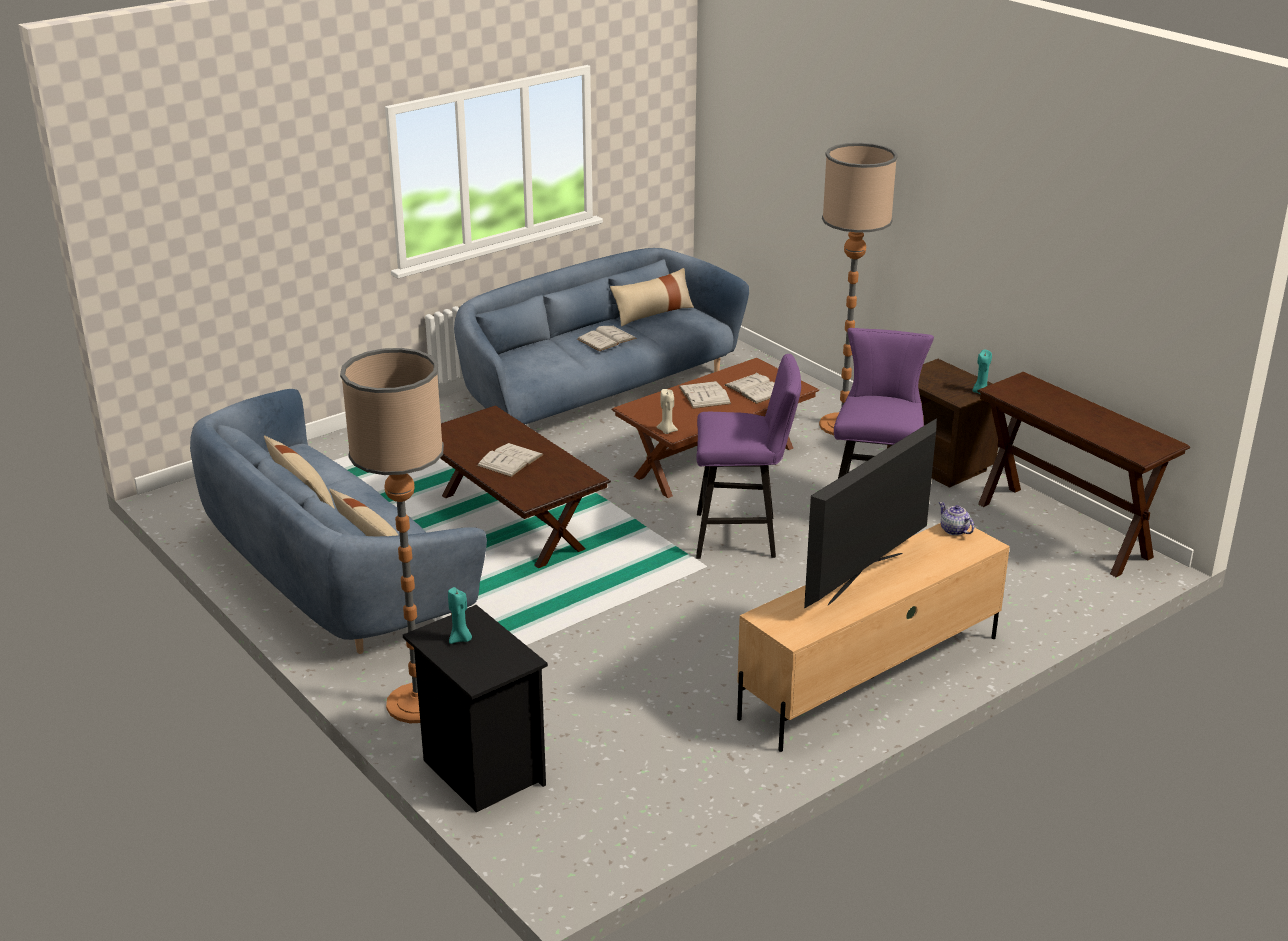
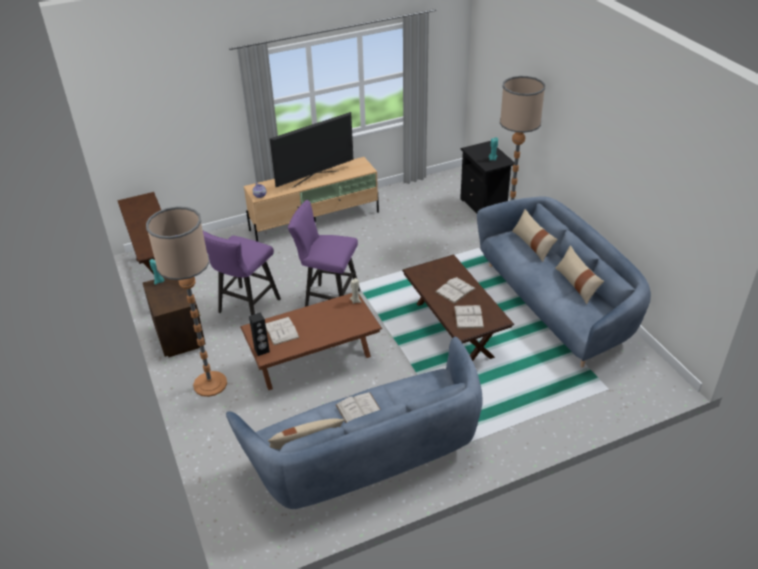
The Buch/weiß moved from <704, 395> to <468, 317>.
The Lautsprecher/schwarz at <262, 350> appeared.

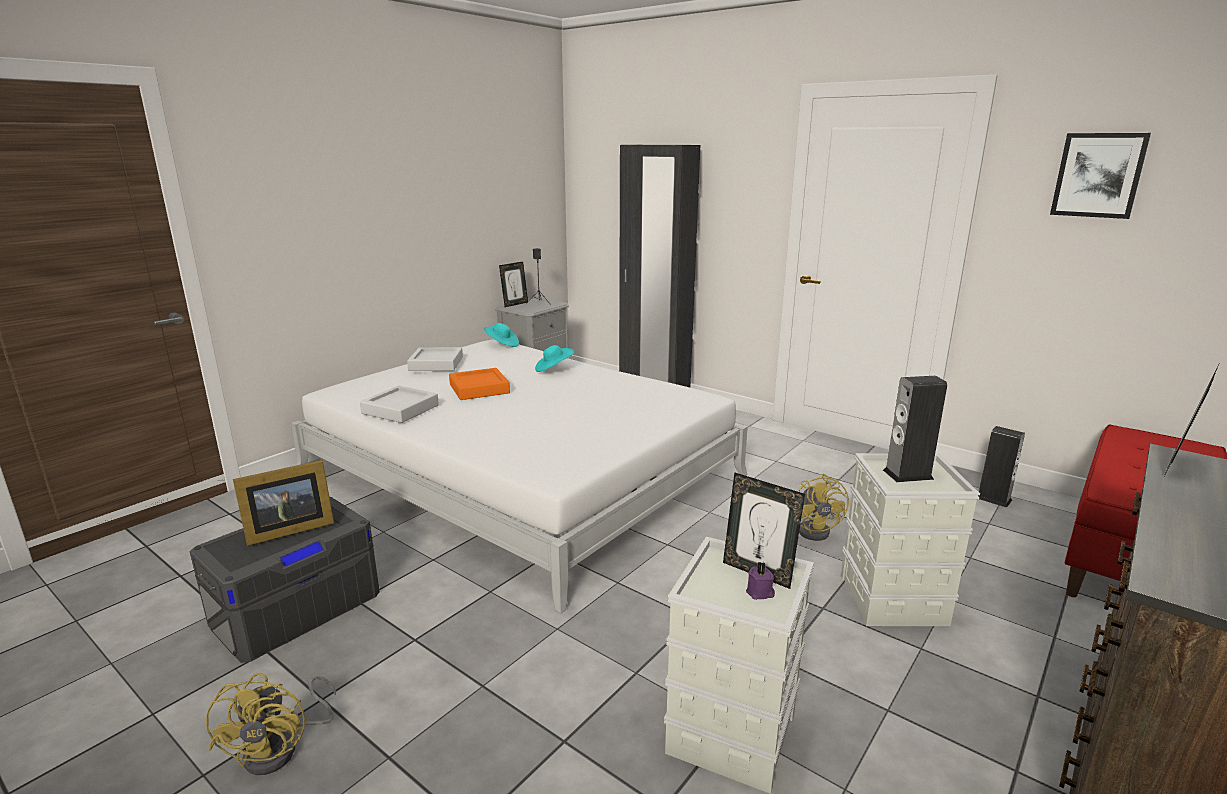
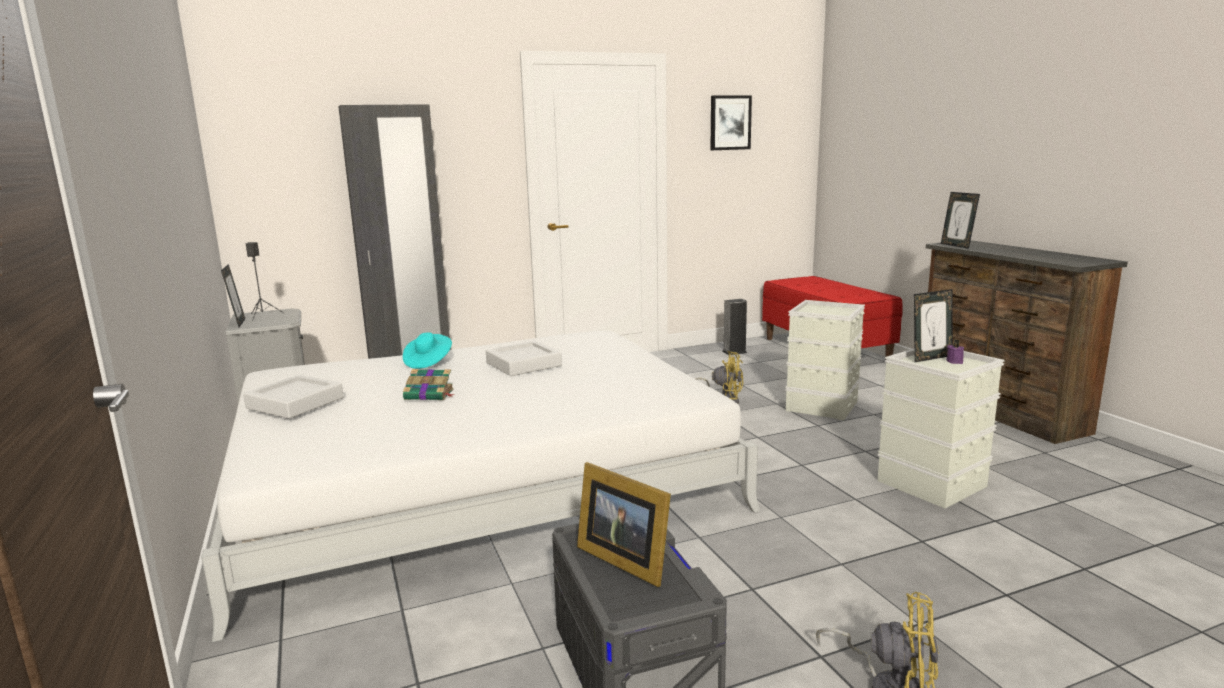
The Bilderrahmen at <287, 530> turned 135 degrees clockwise.
The Tablett/grau moved from <400, 409> to <523, 364>.
The Tablett/orange at <479, 389> was replaced by the Buch at <430, 395>.
The Hut/türkis at <502, 345> disappeared.
The Lautsprecher at <908, 474> disappeared.

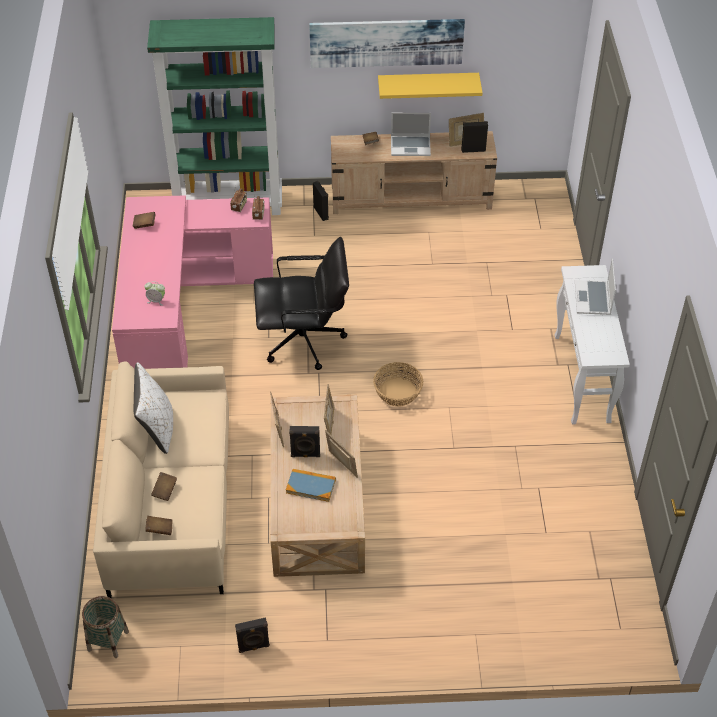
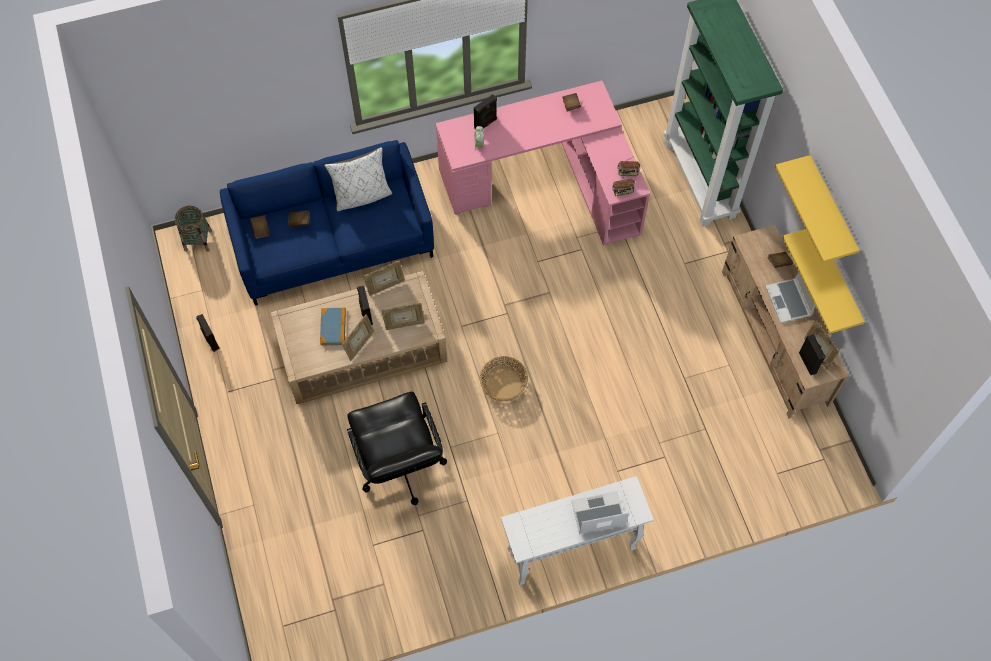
The Sofa/beige at <172, 503> became the Sofa/blau at <333, 243>.
The Bürostuhl/schwarz moved from <304, 341> to <400, 466>.
The Bild at <386, 42> was replaced by the Wandregal/gelb at <830, 210>.
The Lautsprecher/schwarz moved from <321, 213> to <486, 124>.

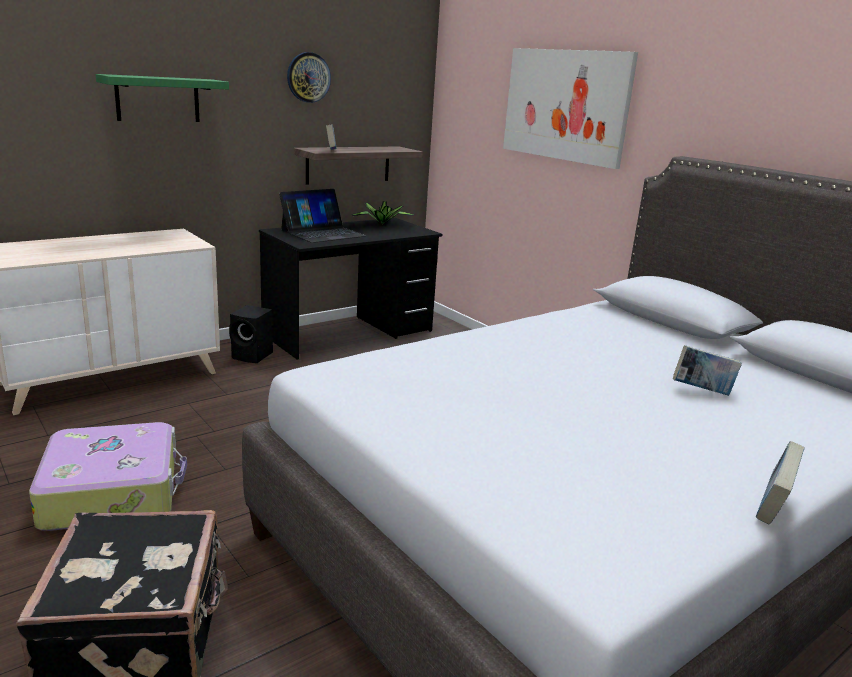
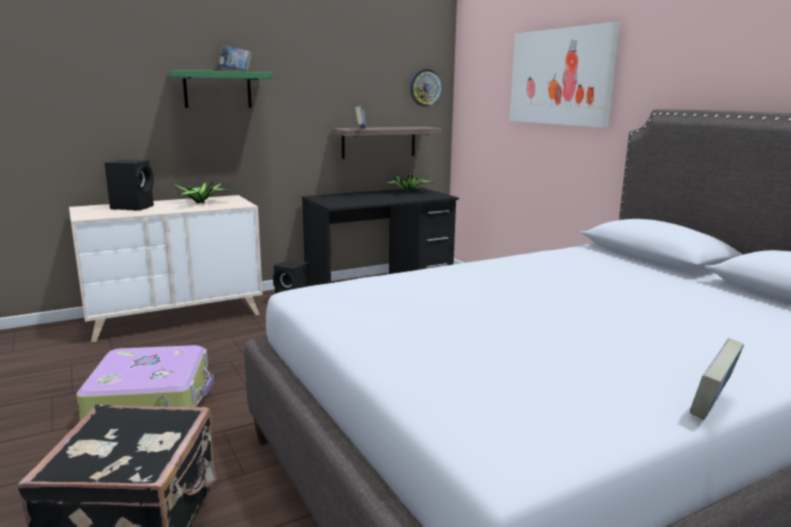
The Laptop at <322, 233> disappeared.
The Wanduhr moved from <308, 77> to <425, 88>.
The Buch moved from <702, 391> to <236, 71>.
The Lautsprecher/schwarz at <133, 207> appeared.
The Topfpflanze at <202, 203> appeared.

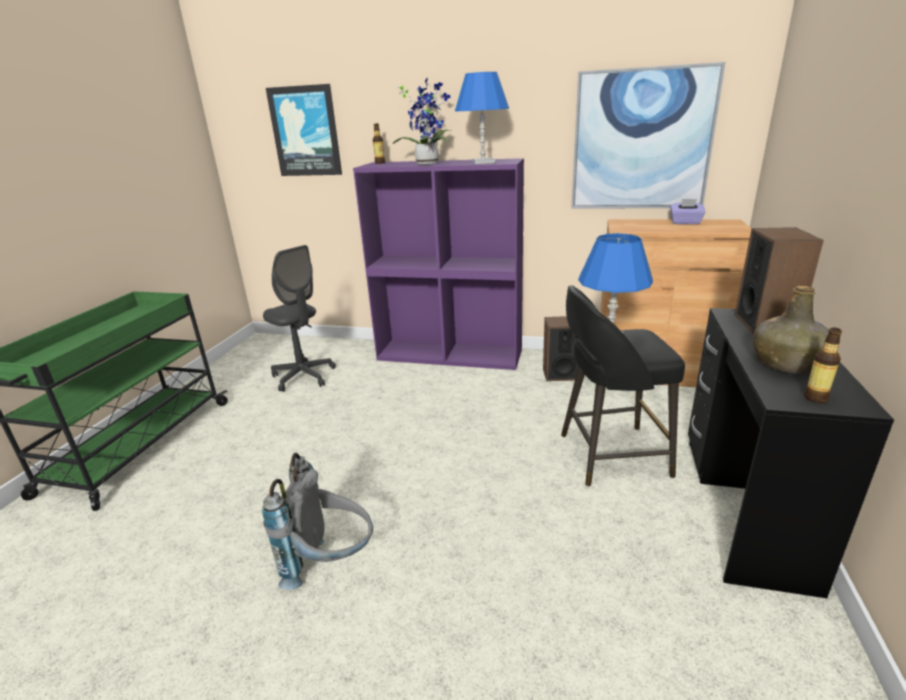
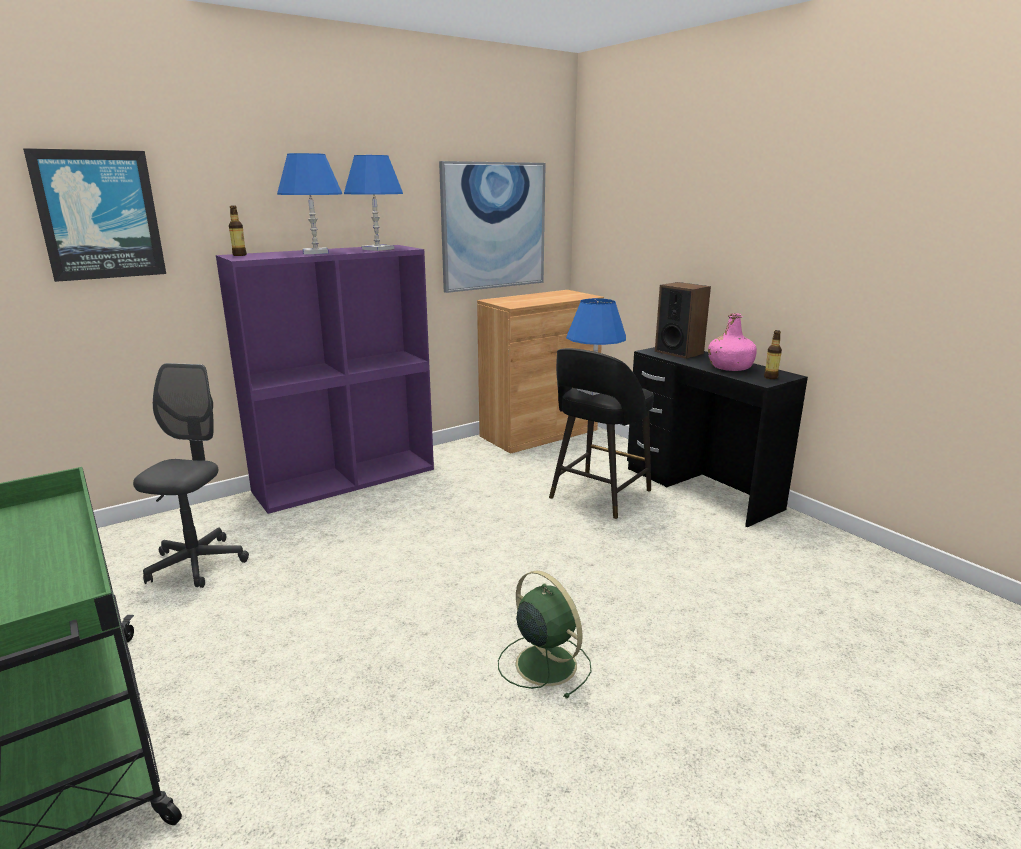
The Rucksack/grau at <331, 564> was replaced by the Ventilator/grün at <544, 663>.
The Bürostuhl/grau at <304, 376> turned 75 degrees counterclockwise.
The Topfpflanze at <428, 163> was replaced by the Tischlampe/blau at <315, 252>.
The Lautsprecher at <560, 374> disappeared.
The Taschentuchbox/lila at <685, 222> disappeared.
The Flasche/grün at <787, 364> became the Flasche/rosa at <730, 367>.

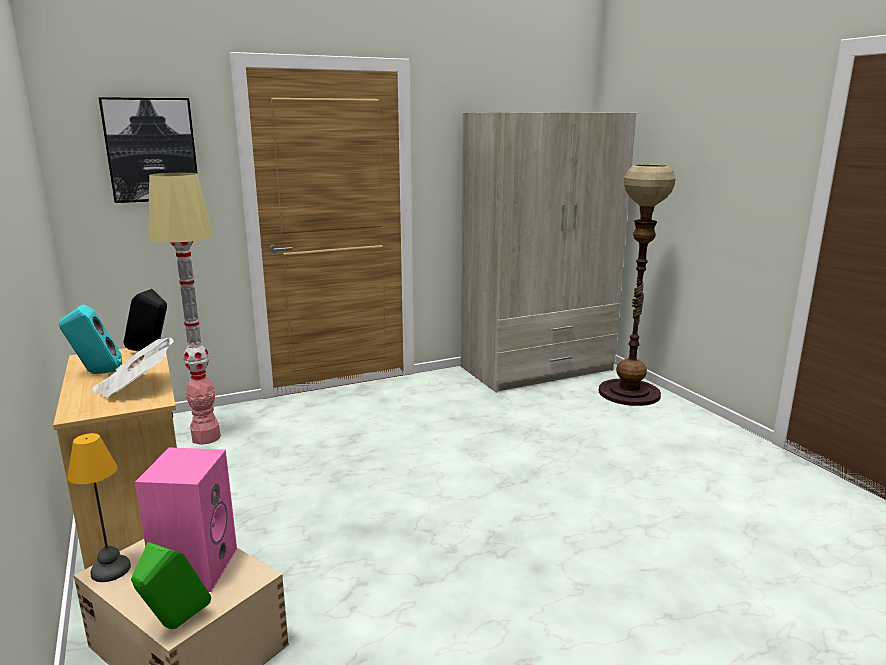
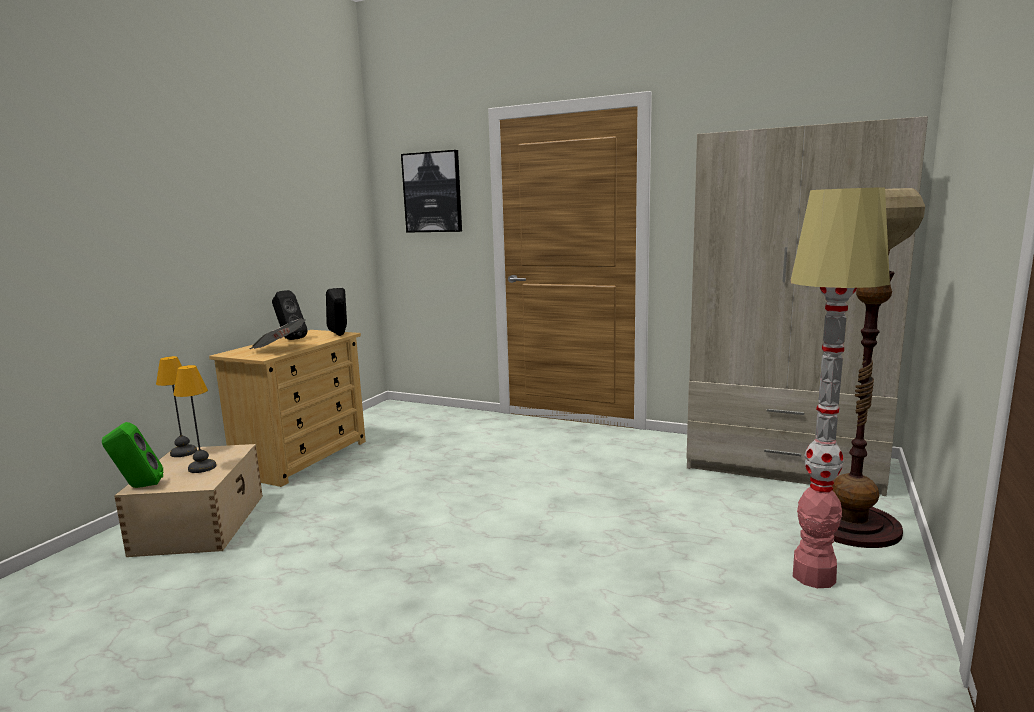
The Lautsprecher/türkis at <96, 373> became the Lautsprecher/schwarz at <290, 339>.
The Lautsprecher/rosa at <195, 566> was replaced by the Tischlampe at <202, 467>.
The Stehlampe moved from <206, 438> to <813, 576>.

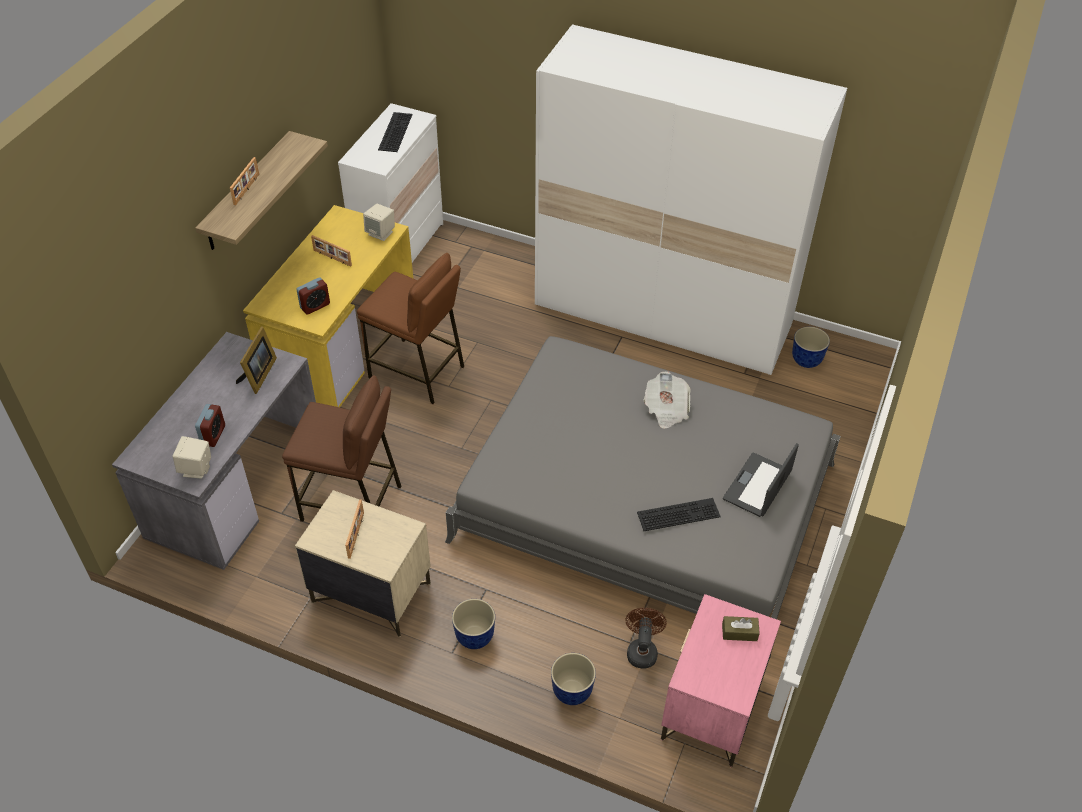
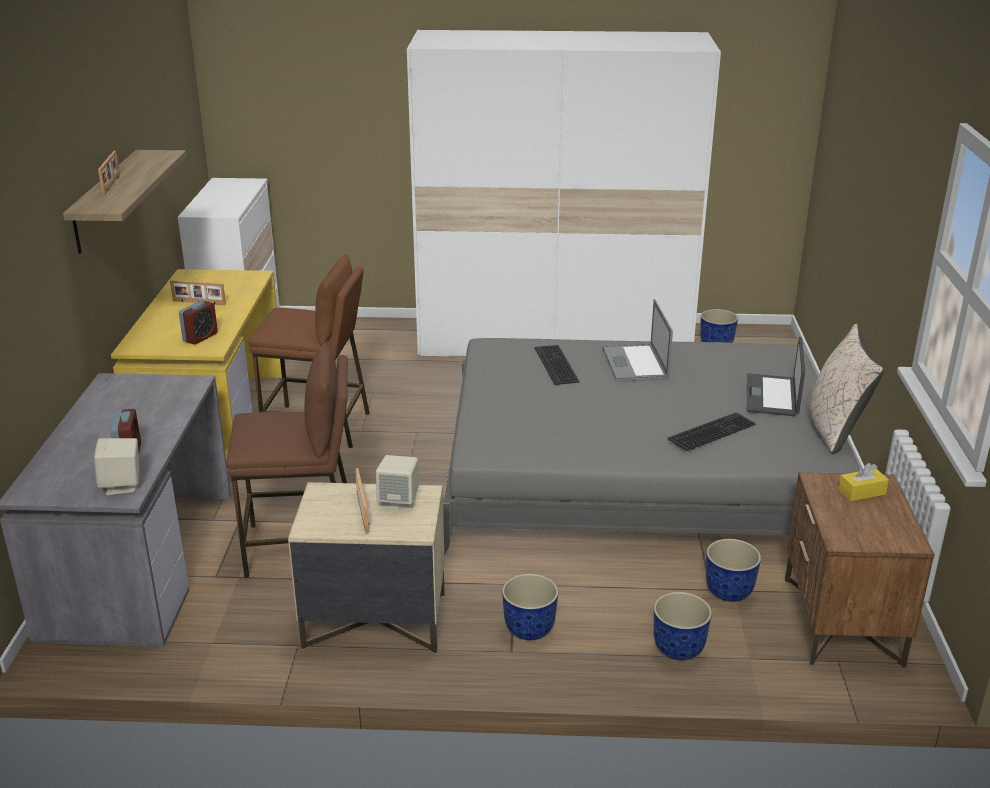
The Bilderrahmen at <259, 375> disappeared.
The Lautsprecher/beige moved from <381, 233> to <399, 501>.
The Tastatur moved from <394, 131> to <554, 364>.
The Ventilator/braun at <642, 650> was replaced by the Pflanzkübel at <728, 593>.
The Zeitung at <666, 409> was replaced by the Laptop at <634, 363>.
The Nachttisch/rosa at <712, 708> became the Nachttisch/braun at <842, 622>.
The Taschentuchbox/braun at <739, 632> became the Taschentuchbox/gelb at <861, 492>.
The Kissen/beige at <835, 429> appeared.

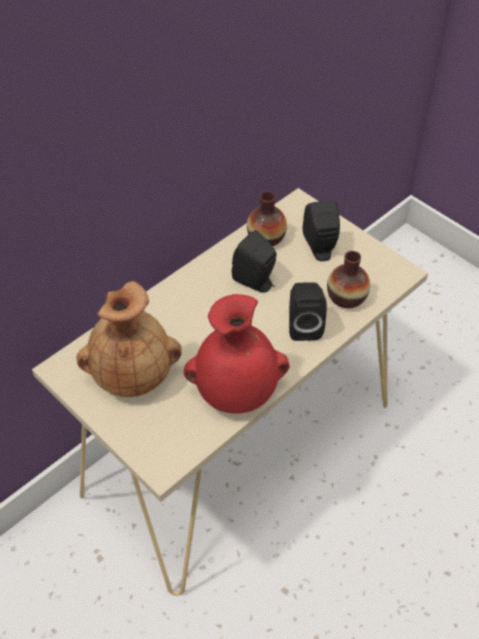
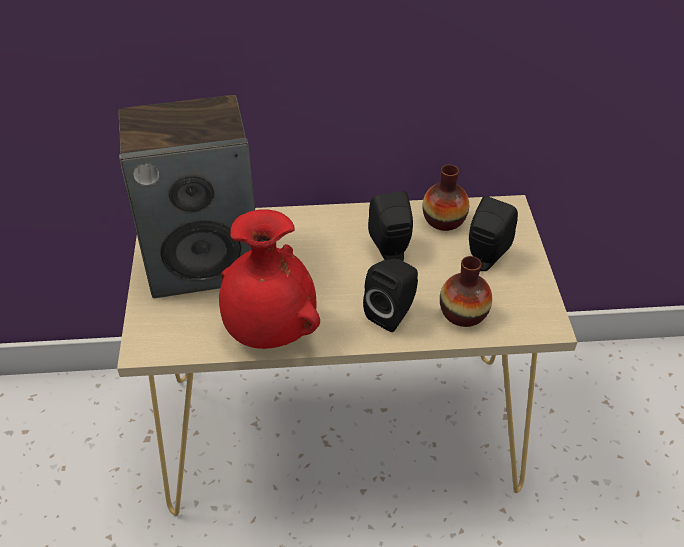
The Vase/braun at <132, 374> was replaced by the Lautsprecher at <205, 263>.

